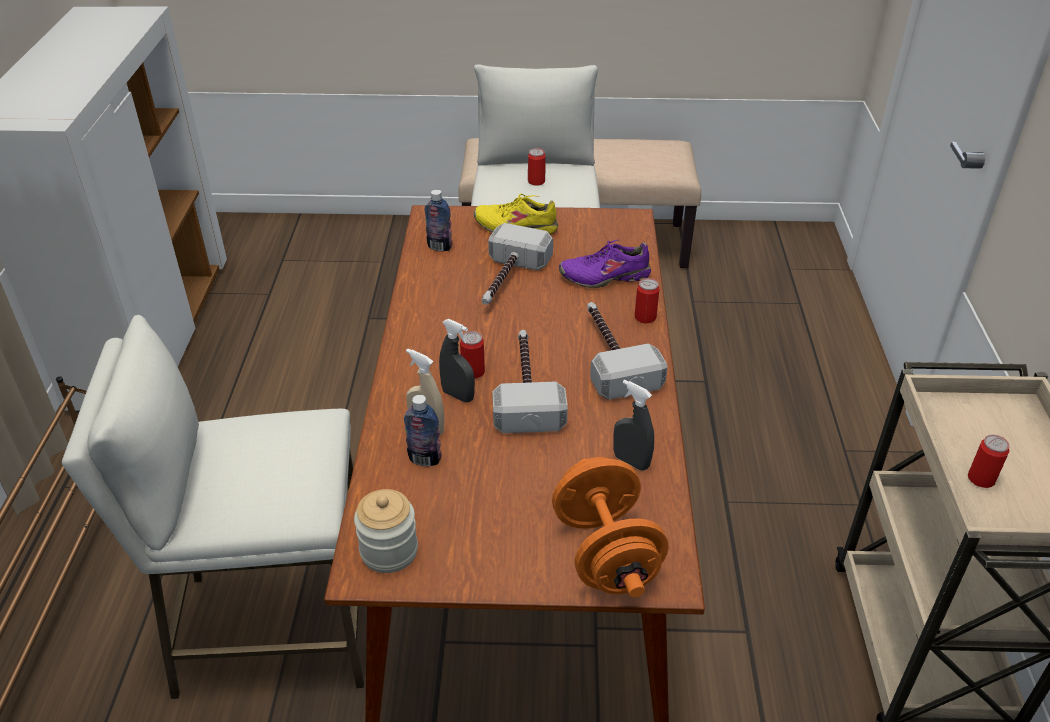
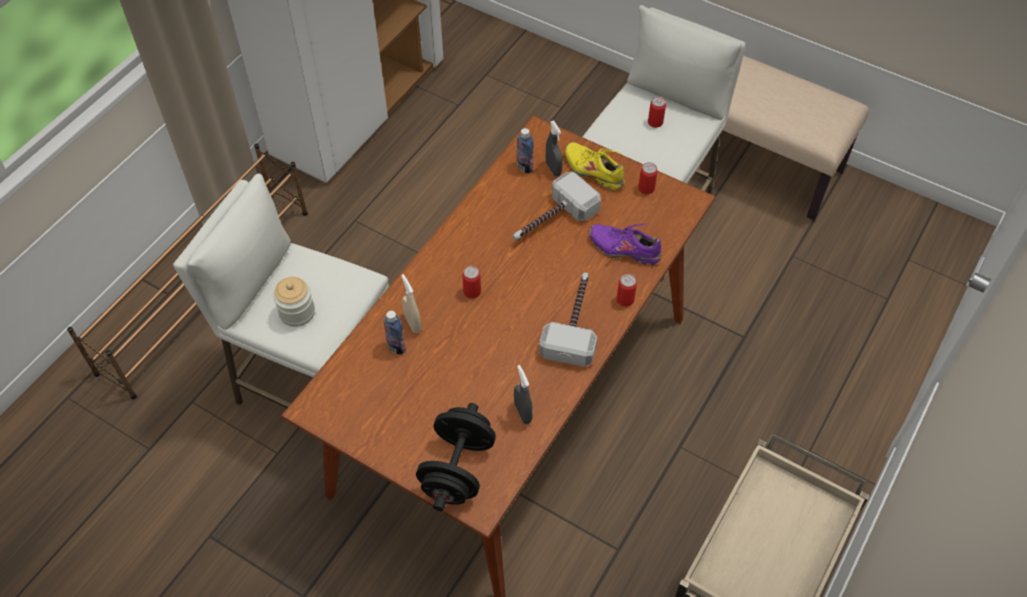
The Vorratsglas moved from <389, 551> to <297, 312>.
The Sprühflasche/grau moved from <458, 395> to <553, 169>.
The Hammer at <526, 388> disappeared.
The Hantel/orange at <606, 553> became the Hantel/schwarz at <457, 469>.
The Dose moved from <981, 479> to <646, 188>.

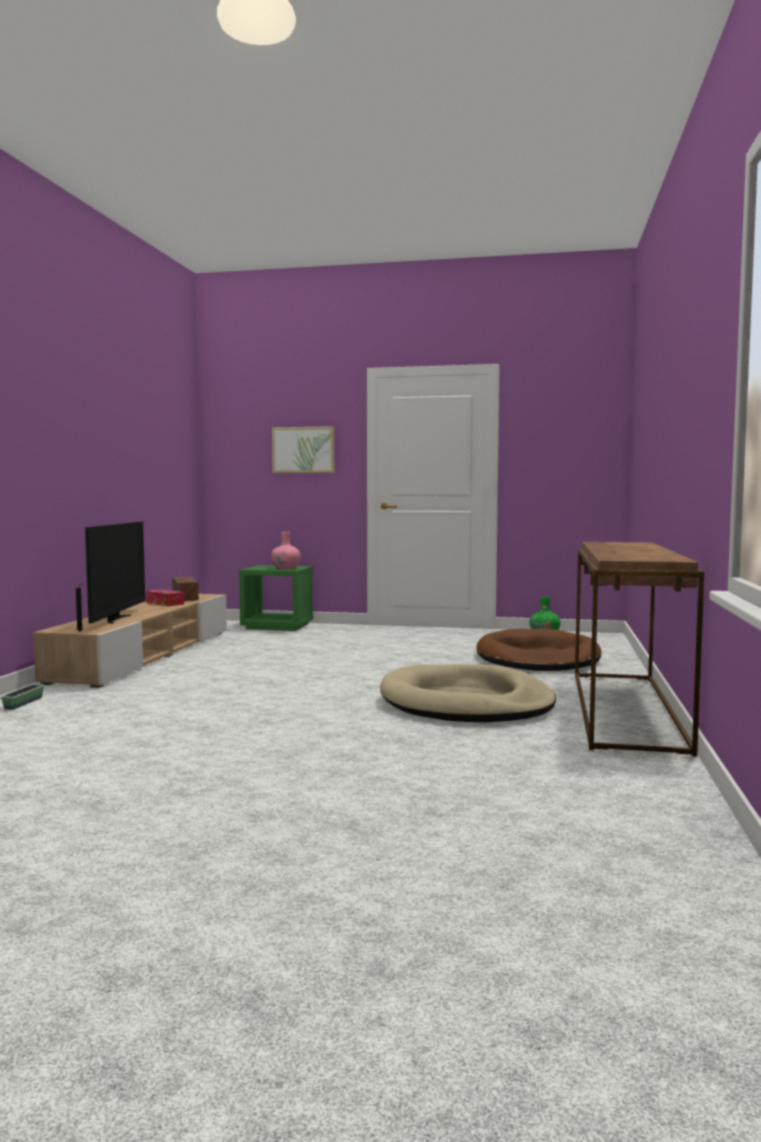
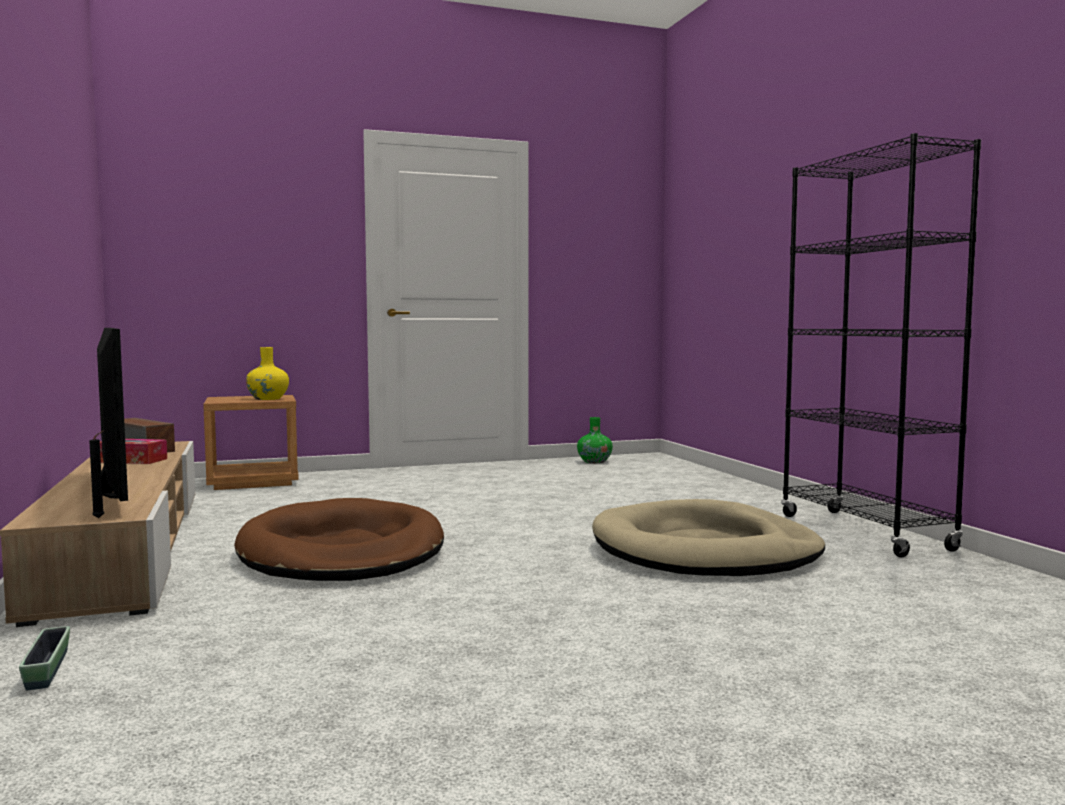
The Nachttisch/grün at <278, 626> became the Nachttisch/braun at <254, 481>.
The Vase/rosa at <286, 568> became the Vase/gelb at <268, 398>.
The Bild at <303, 450> disappeared.
The Hundebett/braun moved from <537, 658> to <342, 551>.
The Konsolentisch/braun at <627, 710> was replaced by the Bücherregal/schwarz at <864, 532>.

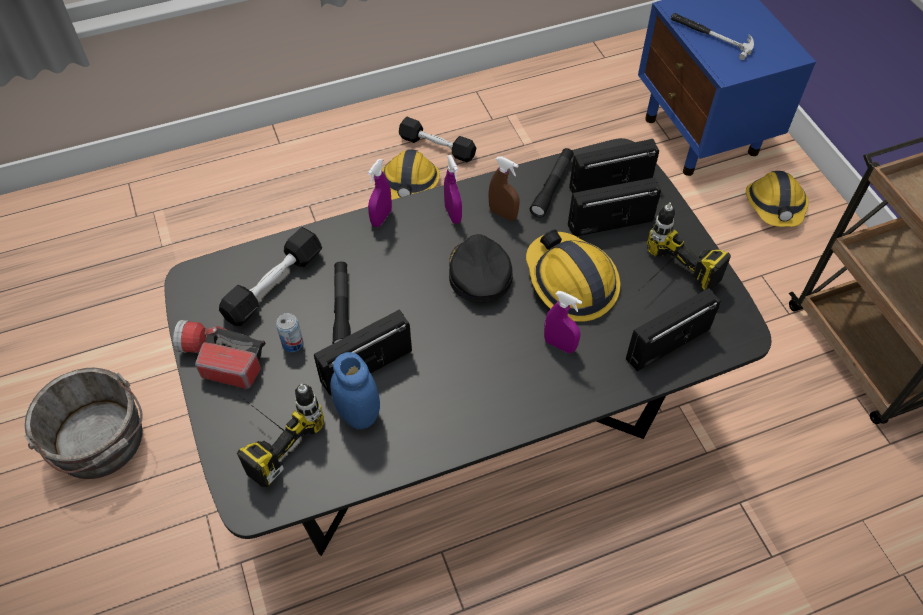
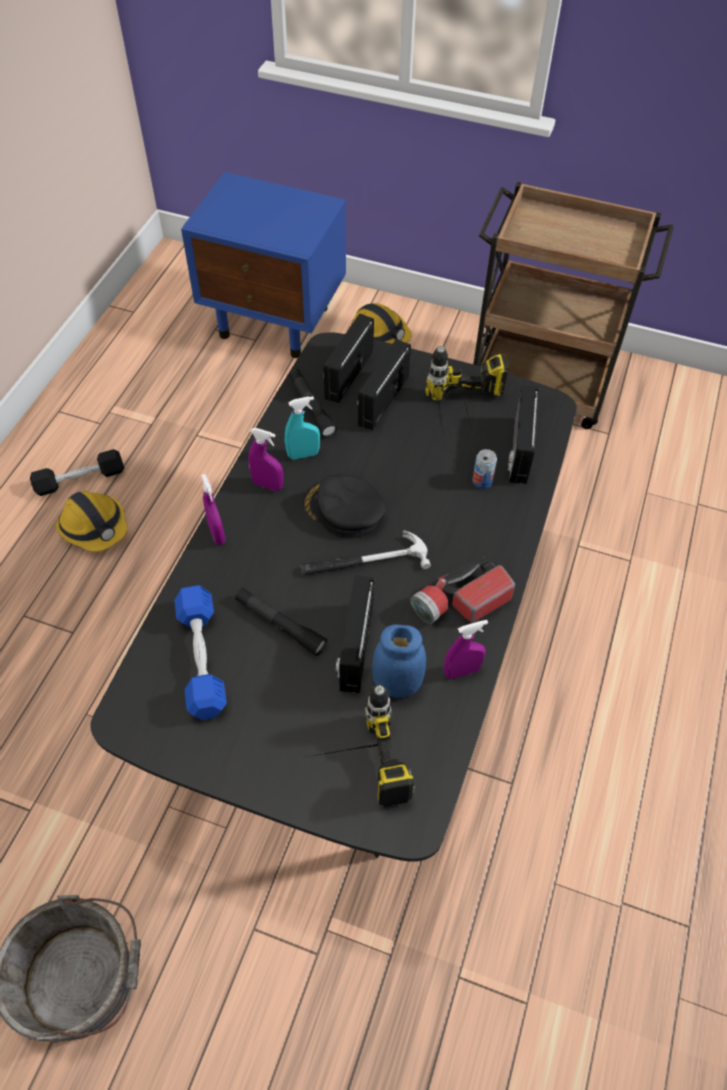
The Taschenlampe moved from <219, 360> to <461, 602>.
The Hantel/schwarz at <274, 285> became the Hantel/blau at <202, 658>.
The Dose moved from <292, 343> to <482, 481>.
The Sprühflasche/braun at <503, 214> became the Sprühflasche/türkis at <303, 454>.
The Schutzhelm at <570, 282> disappeared.
The Sprühflasche/lila moved from <559, 345> to <462, 671>.
The Hammer moved from <711, 35> to <364, 561>.

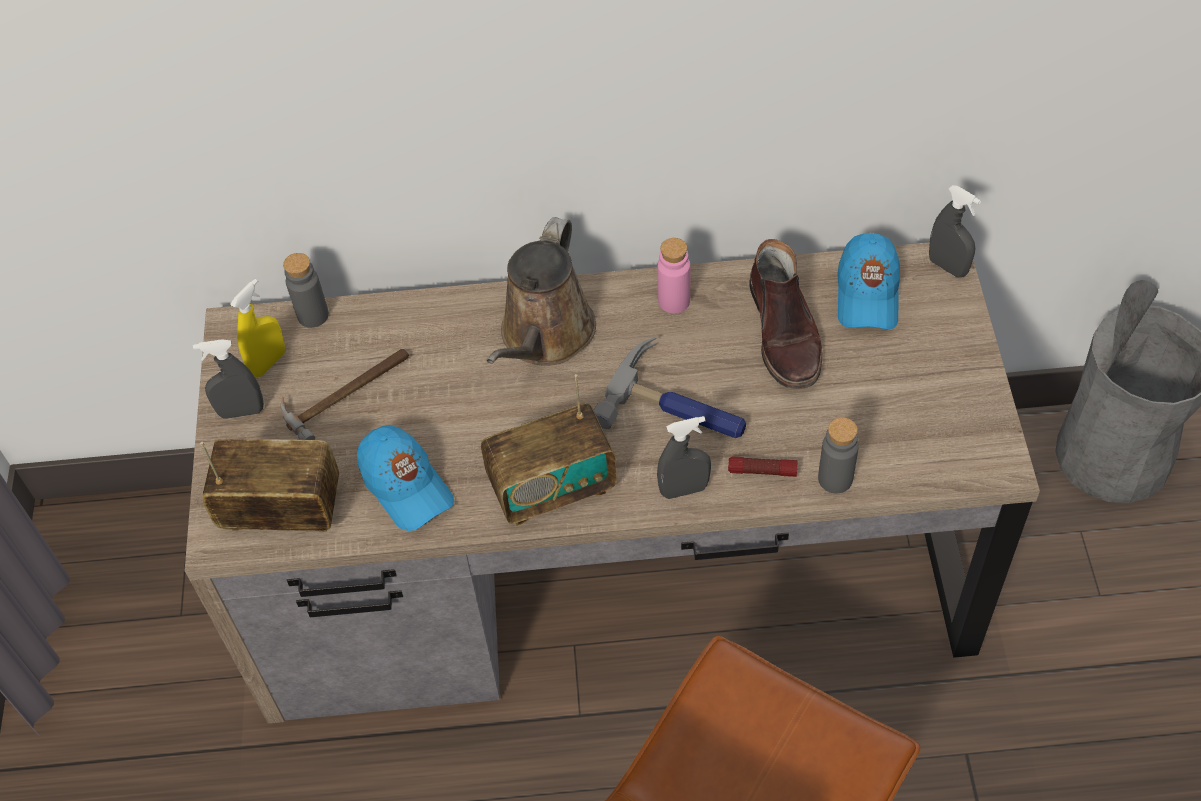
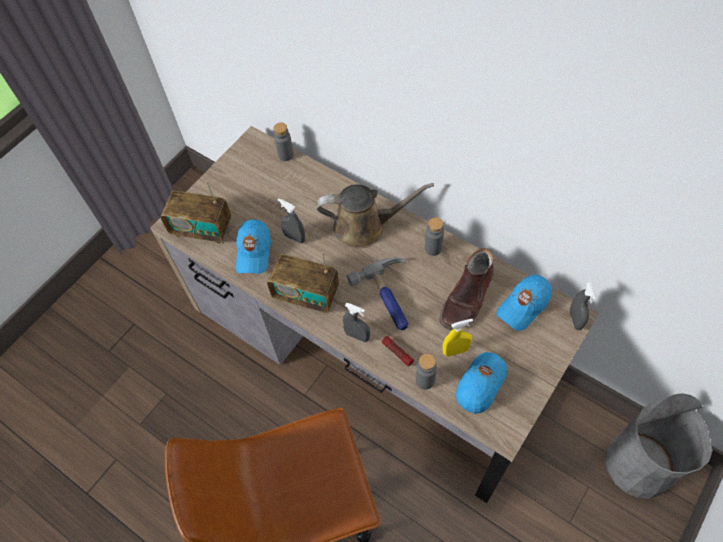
The Sprühflasche/grau moved from <241, 412> to <294, 237>.
The Radio at <282, 511> turned 150 degrees clockwise.
The Sprühflasche/gelb moved from <268, 363> to <455, 351>.
The Hammer at <347, 391> disappeared.
The Gießkanne/braun at <545, 337> turned 150 degrees counterclockwise.
The Flasche/rosa at <674, 301> became the Flasche/grau at <433, 248>.
The Kappe/blau at <480, 384> appeared.

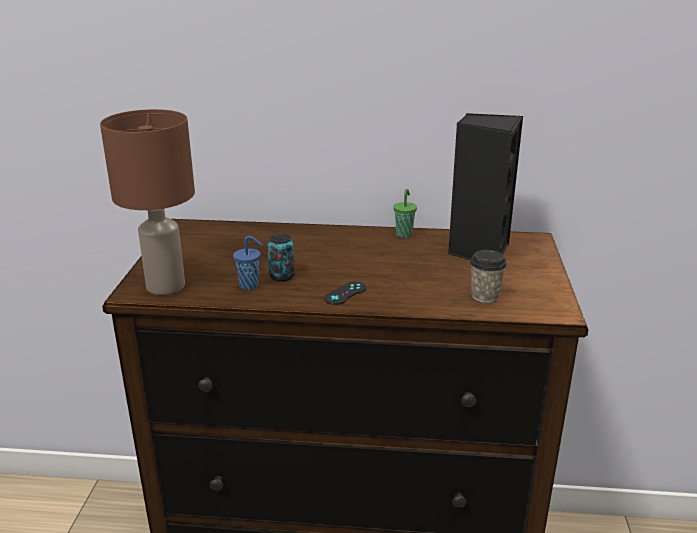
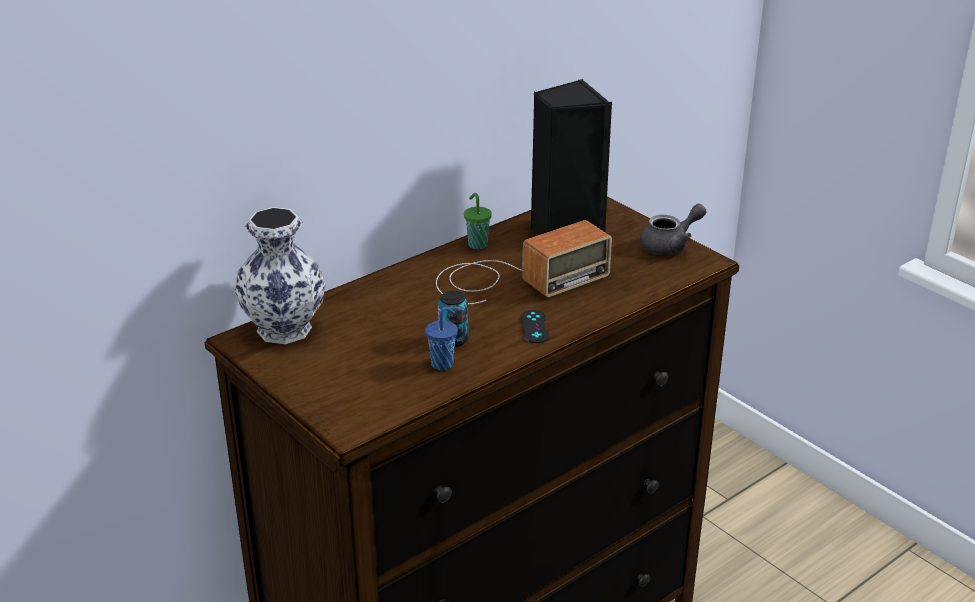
The Tischlampe/braun at <165, 285> disappeared.
The Tasse at <485, 296> disappeared.
The Vase at <283, 329> appeared.
The Radio at <514, 279> appeared.
The Teekanne/grau at <670, 245> appeared.

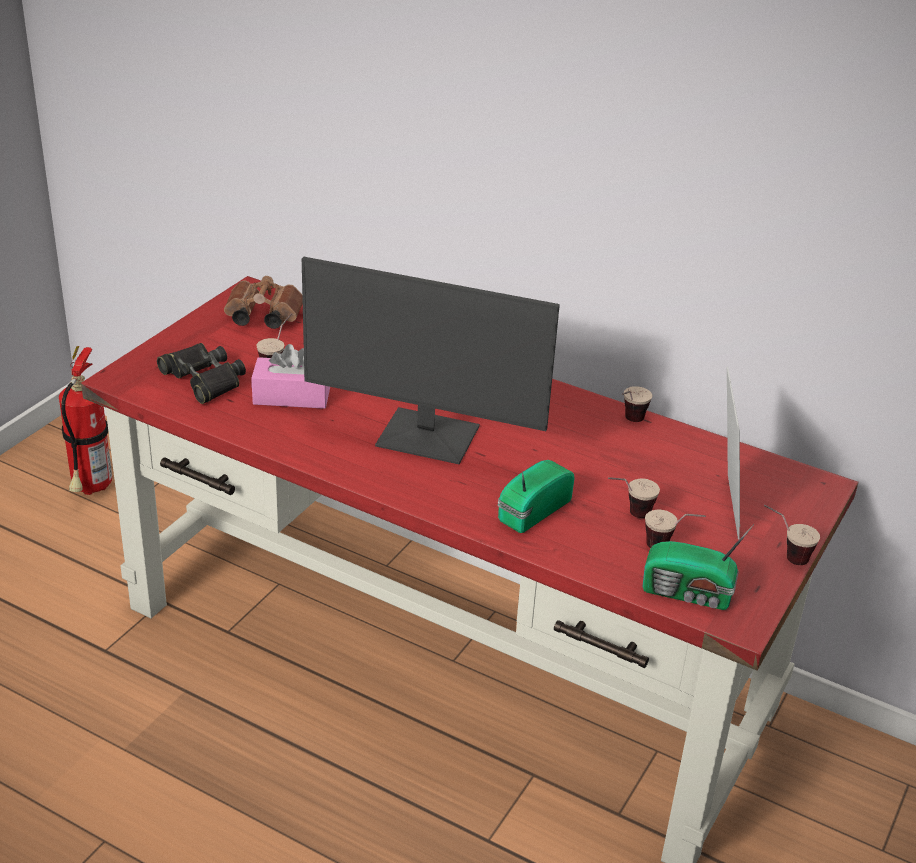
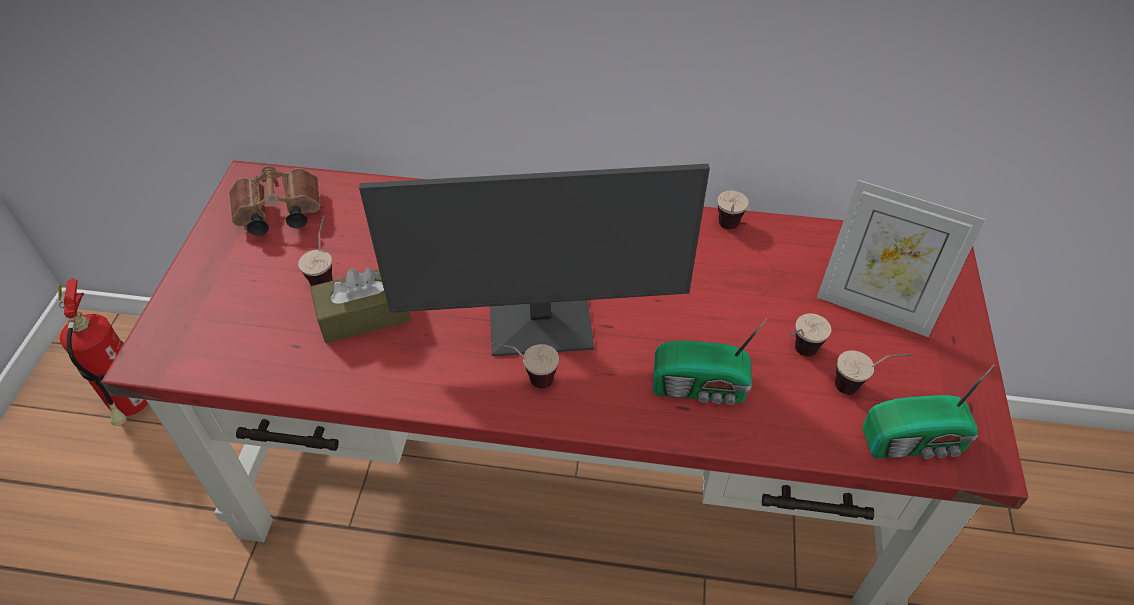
The Fernglas/schwarz at <203, 379> disappeared.
The Taschentuchbox/rosa at <291, 396> became the Taschentuchbox/braun at <364, 315>.
The Radio at <531, 511> turned 105 degrees counterclockwise.
The Bilderrahmen at <722, 505> turned 135 degrees clockwise.
The Tasse moved from <784, 555> to <527, 379>.

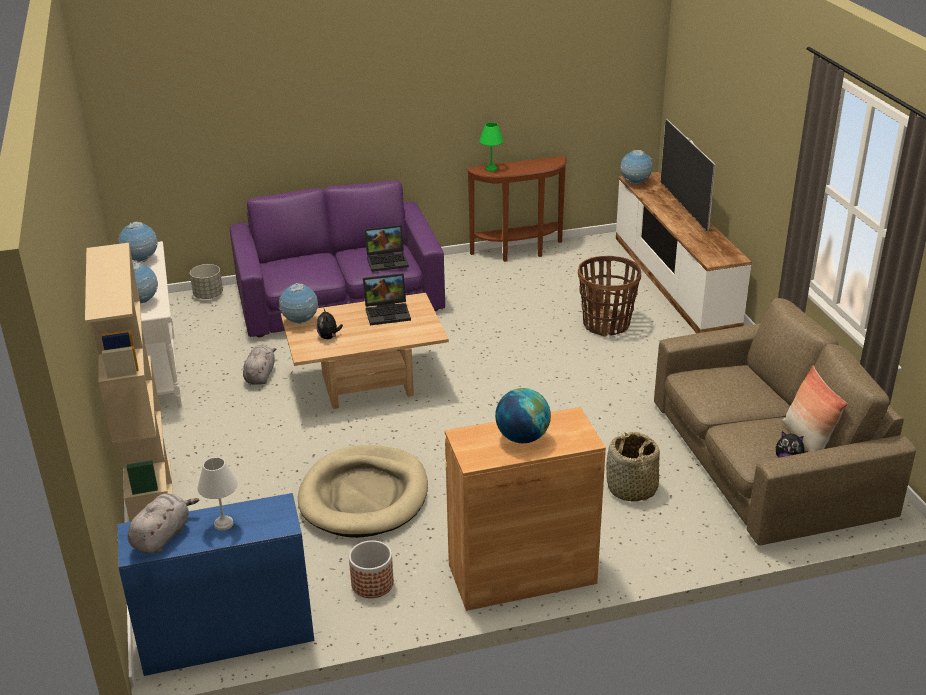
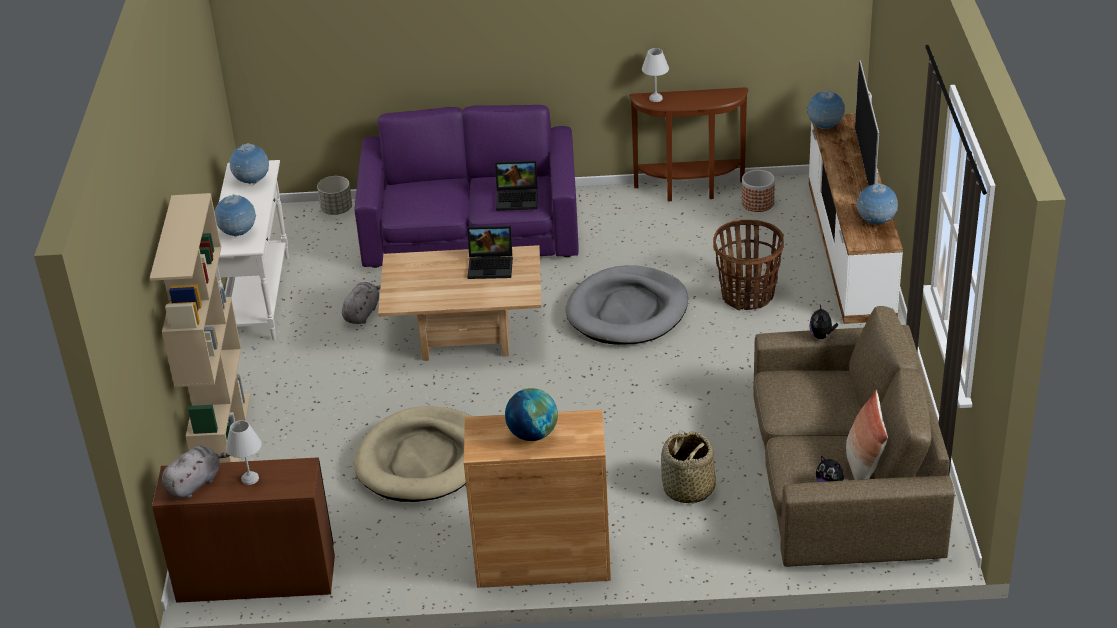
The Schreibtisch/blau at <226, 635> became the Schreibtisch/braun at <256, 577>.
The Globus moved from <300, 322> to <876, 222>.
The Plüschtier moved from <329, 337> to <822, 336>.
The Pflanzkübel moved from <372, 584> to <757, 203>.
The Tischlampe/grün at <490, 169> became the Tischlampe/weiß at <655, 98>.
The Hundebett/grau at <627, 311> appeared.

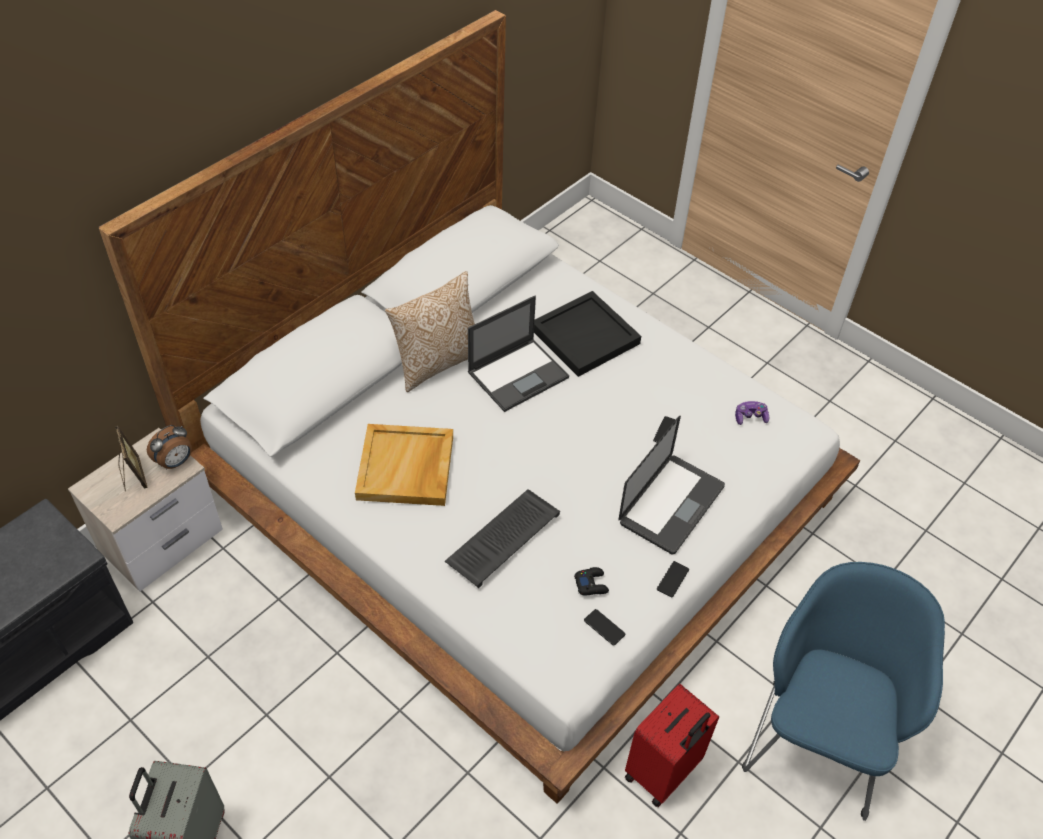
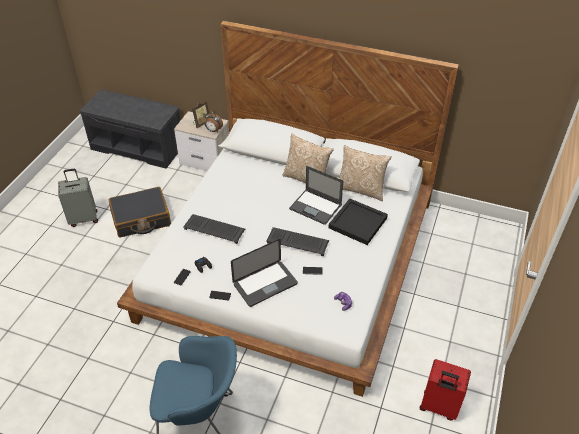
The Tablett/beige at <406, 468> disappeared.
The Laptop at <671, 505> turned 45 degrees counterclockwise.
The Koffer/rot moved from <663, 772> to <438, 407>.
The Koffer/schwarz at <141, 219> appeared.
The Tastatur at <298, 242> appeared.
The Kissen at <361, 189> appeared.

